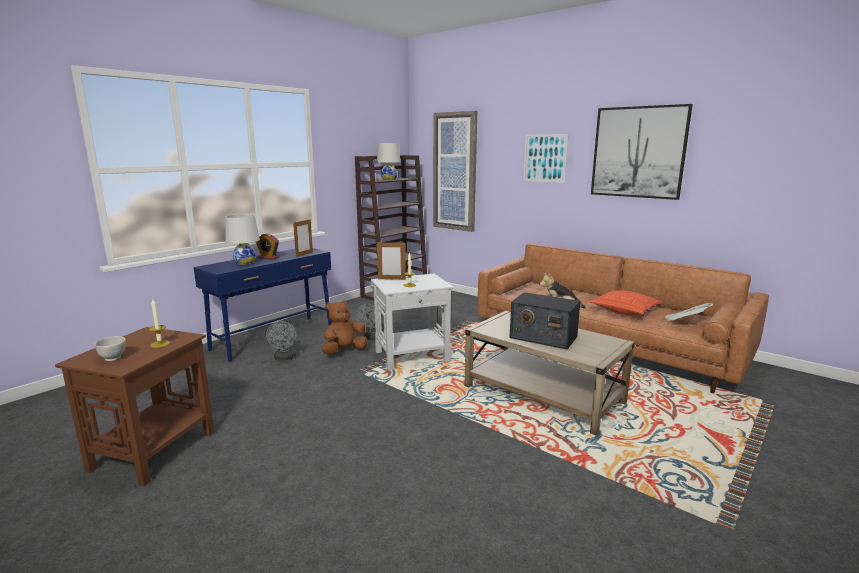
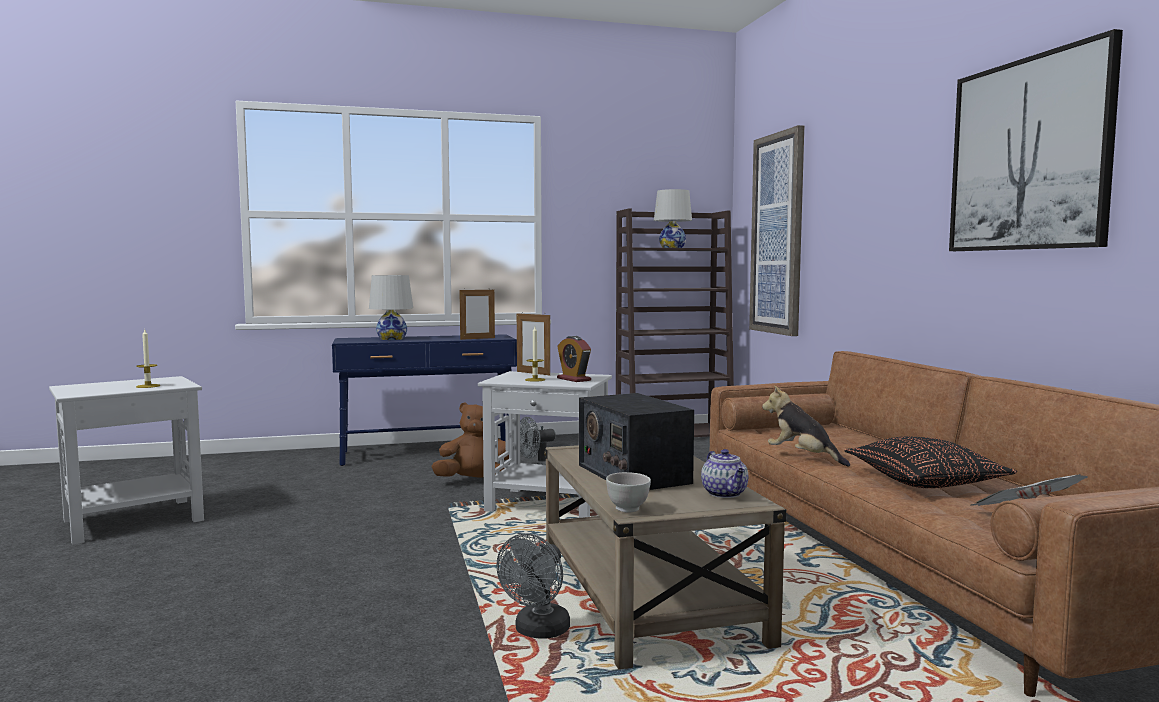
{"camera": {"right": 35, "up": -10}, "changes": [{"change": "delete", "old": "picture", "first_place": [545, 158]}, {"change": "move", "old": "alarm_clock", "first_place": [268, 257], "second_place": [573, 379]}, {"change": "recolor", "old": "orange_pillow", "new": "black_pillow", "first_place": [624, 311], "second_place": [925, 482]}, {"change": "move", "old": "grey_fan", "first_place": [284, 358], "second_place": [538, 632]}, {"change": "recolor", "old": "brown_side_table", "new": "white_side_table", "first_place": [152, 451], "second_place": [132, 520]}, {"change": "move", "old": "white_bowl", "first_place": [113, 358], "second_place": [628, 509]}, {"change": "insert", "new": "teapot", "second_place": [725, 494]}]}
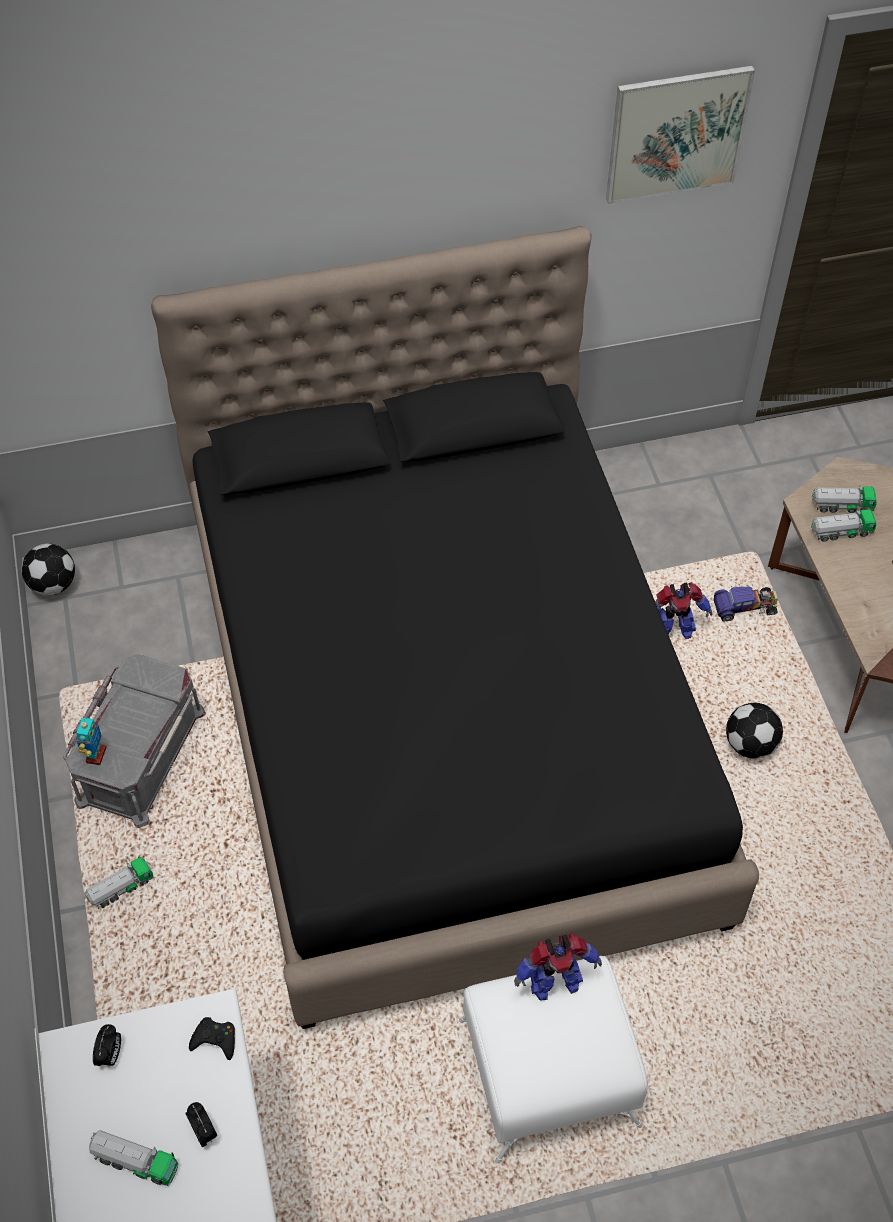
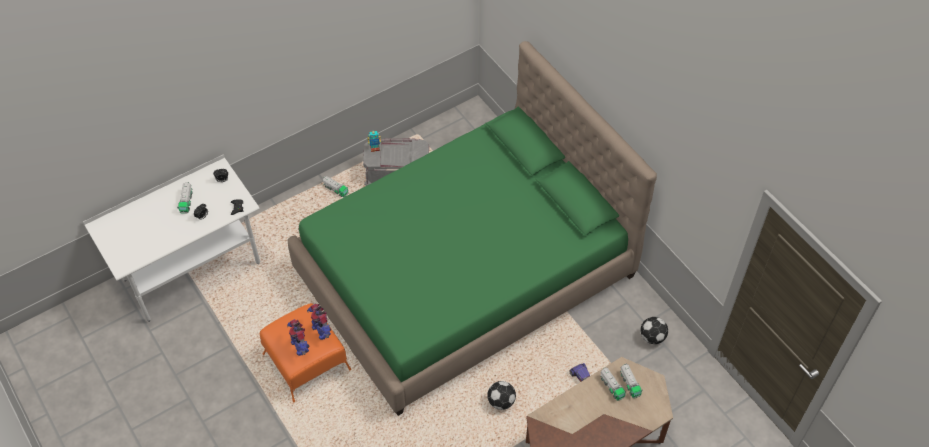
{"camera": {"right": 70, "up": 0}, "changes": [{"change": "delete", "old": "picture", "first_place": [676, 134]}, {"change": "recolor", "old": "black_bed", "new": "green_bed", "first_place": [446, 713], "second_place": [465, 273]}, {"change": "move", "old": "football", "first_place": [54, 584], "second_place": [652, 337]}, {"change": "move", "old": "toy_robot", "first_place": [672, 631], "second_place": [300, 346]}, {"change": "recolor", "old": "white_ottoman", "new": "orange_ottoman", "first_place": [550, 1073], "second_place": [306, 362]}]}
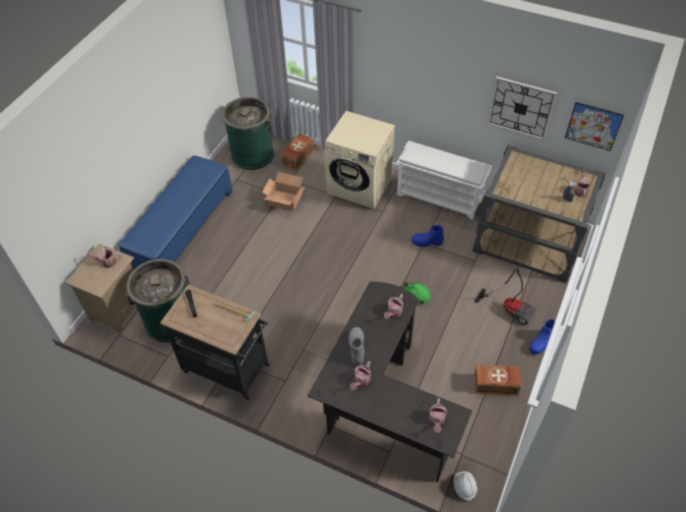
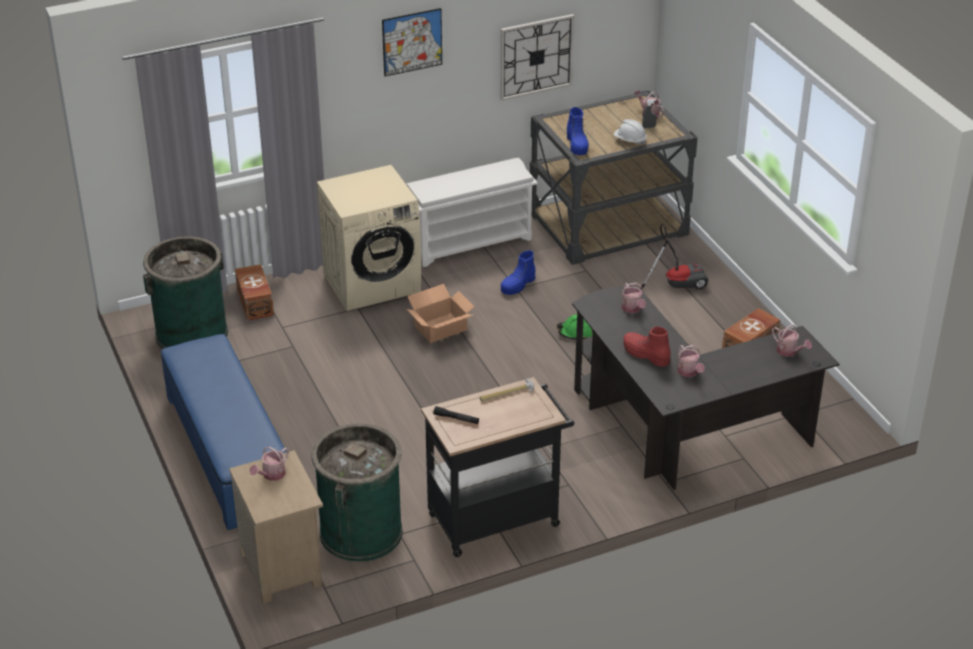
{"camera": {"right": -50, "up": -15}, "changes": [{"change": "move", "old": "picture", "first_place": [593, 126], "second_place": [412, 42]}, {"change": "move", "old": "cardboard_box", "first_place": [284, 200], "second_place": [440, 327]}, {"change": "move", "old": "blue_boot", "first_place": [540, 343], "second_place": [577, 145]}, {"change": "recolor", "old": "grey_boot", "new": "red_boot", "first_place": [356, 348], "second_place": [645, 354]}, {"change": "move", "old": "white_hard_hat", "first_place": [464, 487], "second_place": [629, 141]}]}
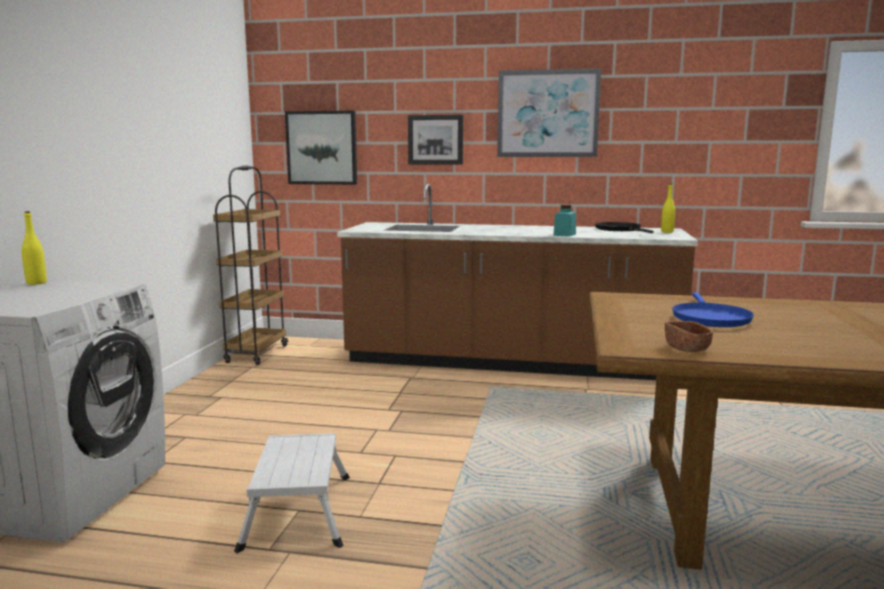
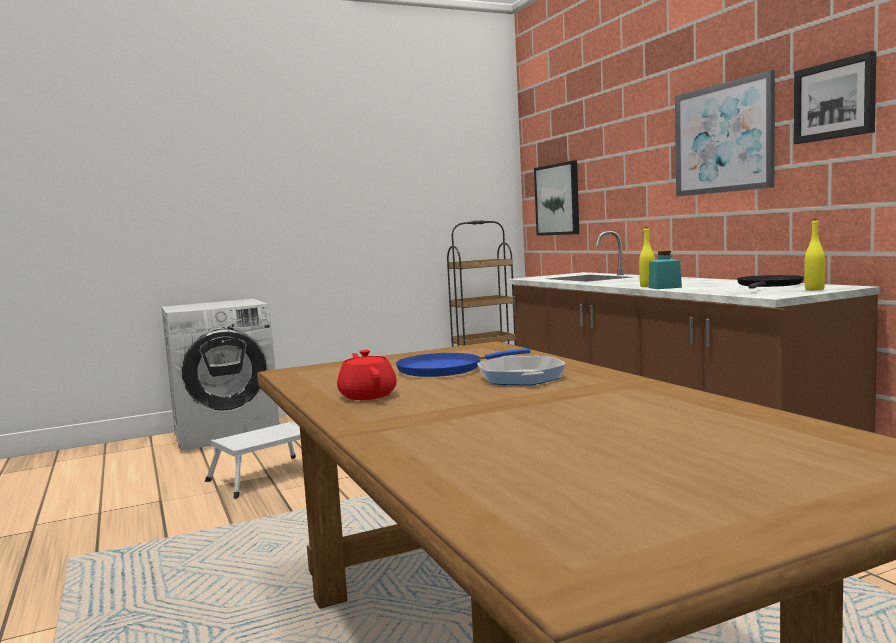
{"camera": {"right": 55, "up": -5}, "changes": [{"change": "move", "old": "picture", "first_place": [435, 140], "second_place": [834, 100]}, {"change": "move", "old": "yellow_bottle", "first_place": [36, 283], "second_place": [647, 286]}, {"change": "delete", "old": "brown_bowl", "first_place": [686, 348]}, {"change": "insert", "new": "red_teapot", "second_place": [367, 395]}, {"change": "insert", "new": "frying_pan", "second_place": [521, 377]}]}
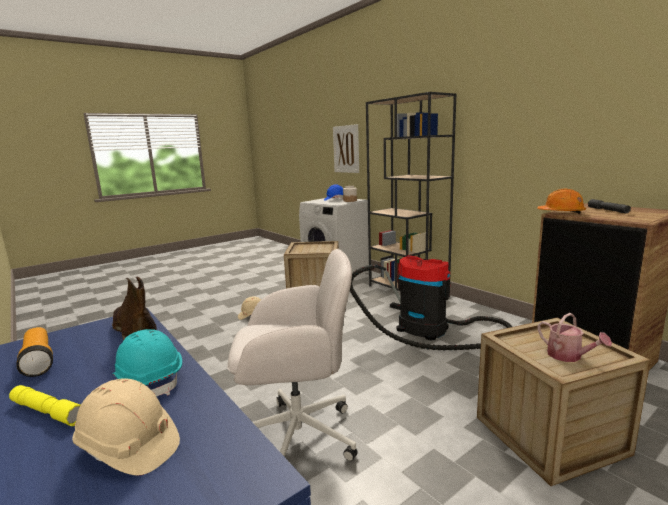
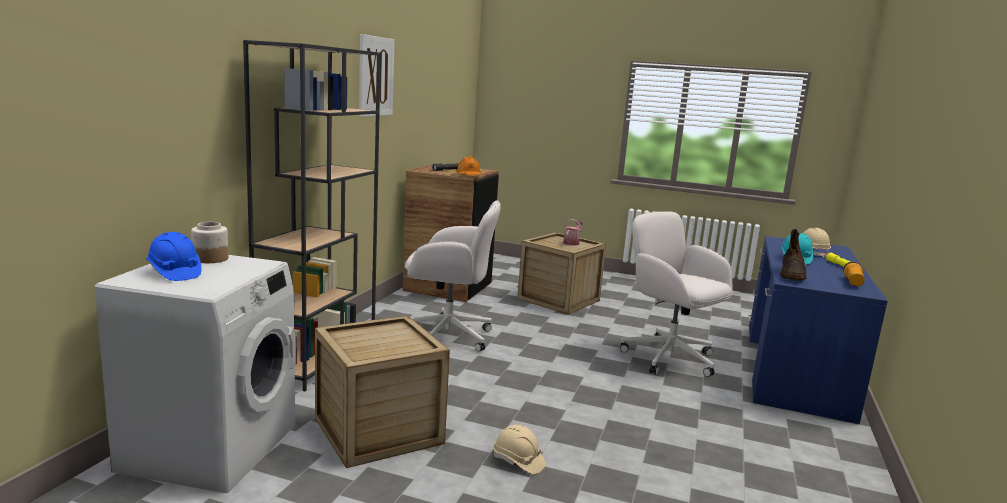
{"camera": {"right": -125, "up": 0}, "changes": [{"change": "move", "old": "picture", "first_place": [346, 149], "second_place": [376, 76]}, {"change": "replace", "old": "vacuum_cleaner", "new": "white_office_chair", "first_place": [428, 330], "second_place": [447, 336]}]}
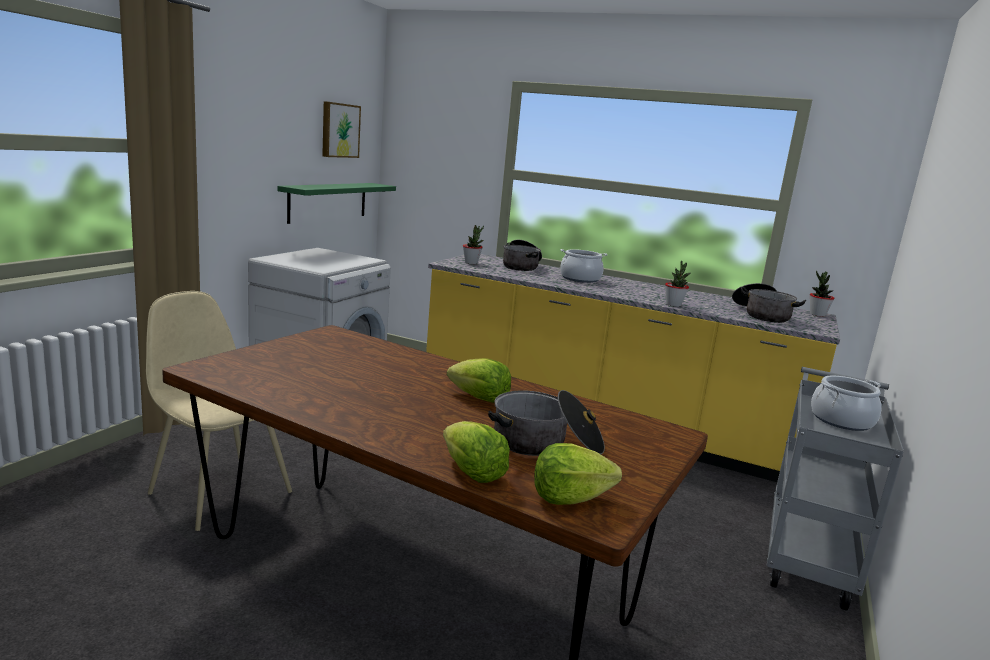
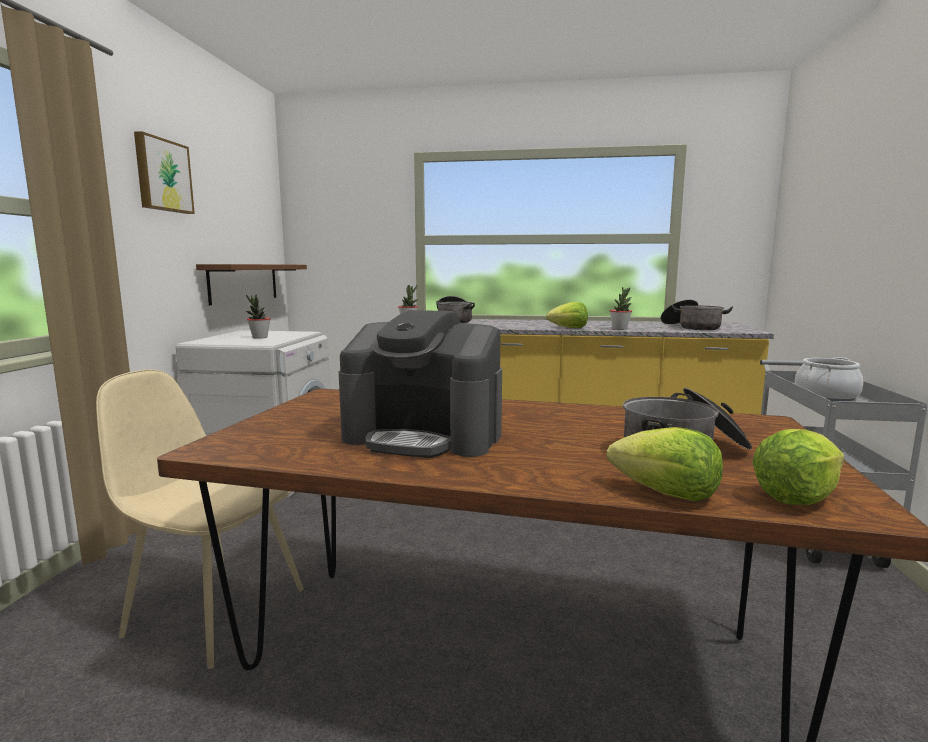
{"camera": {"right": -15, "up": -5}, "changes": [{"change": "move", "old": "picture", "first_place": [339, 130], "second_place": [162, 175]}, {"change": "recolor", "old": "green_shelf", "new": "brown_shelf", "first_place": [328, 201], "second_place": [244, 282]}, {"change": "delete", "old": "cooking_pot", "first_place": [580, 279]}, {"change": "move", "old": "potted_plant", "first_place": [817, 315], "second_place": [260, 337]}, {"change": "move", "old": "lettuce", "first_place": [479, 398], "second_place": [569, 328]}, {"change": "insert", "new": "coffee_machine", "second_place": [424, 435]}]}
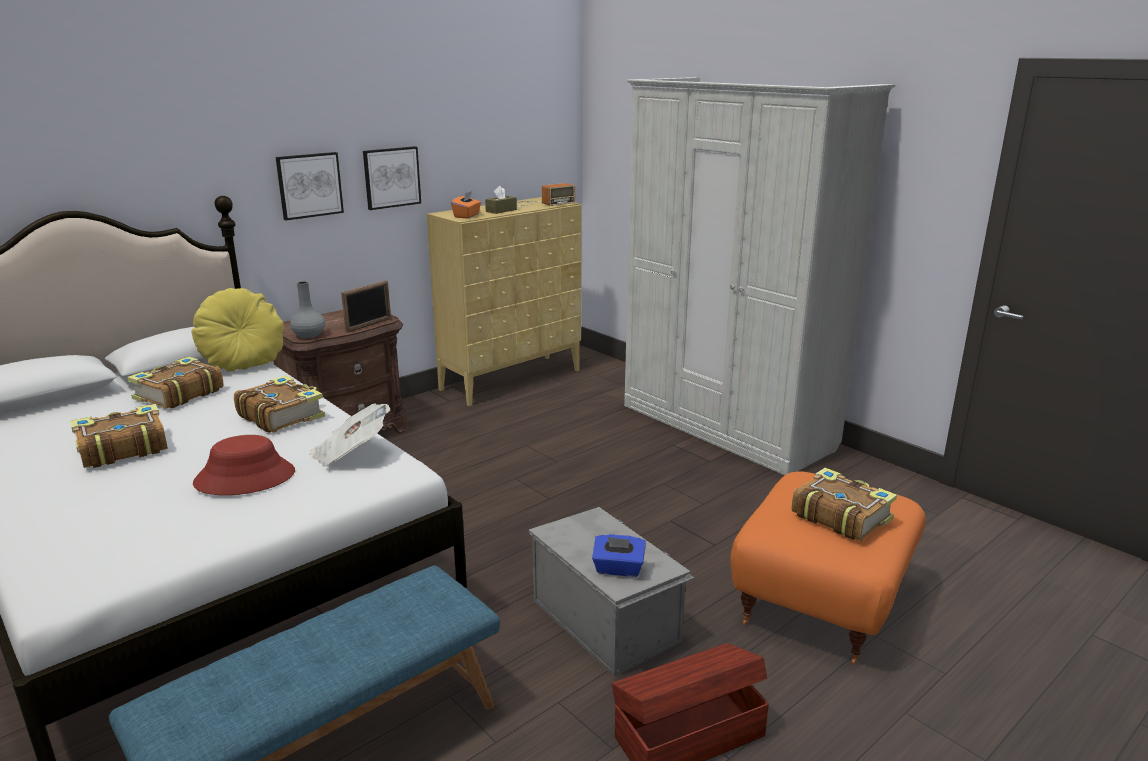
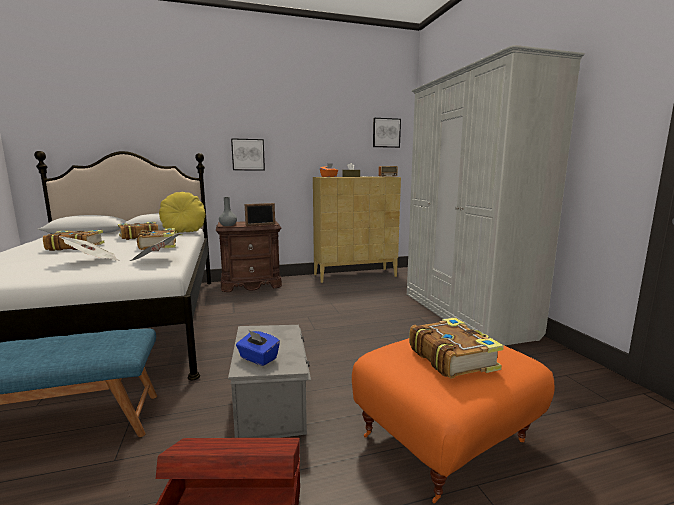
{"camera": {"right": 25, "up": -10}, "changes": [{"change": "move", "old": "picture", "first_place": [391, 177], "second_place": [386, 133]}, {"change": "replace", "old": "red_hat", "new": "newspaper", "first_place": [245, 478], "second_place": [93, 261]}]}
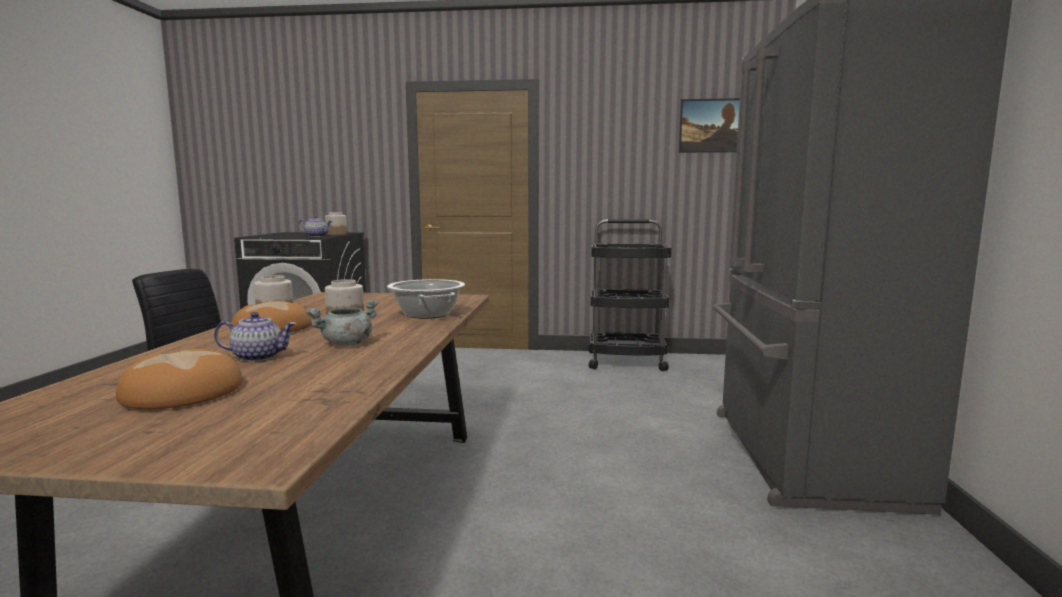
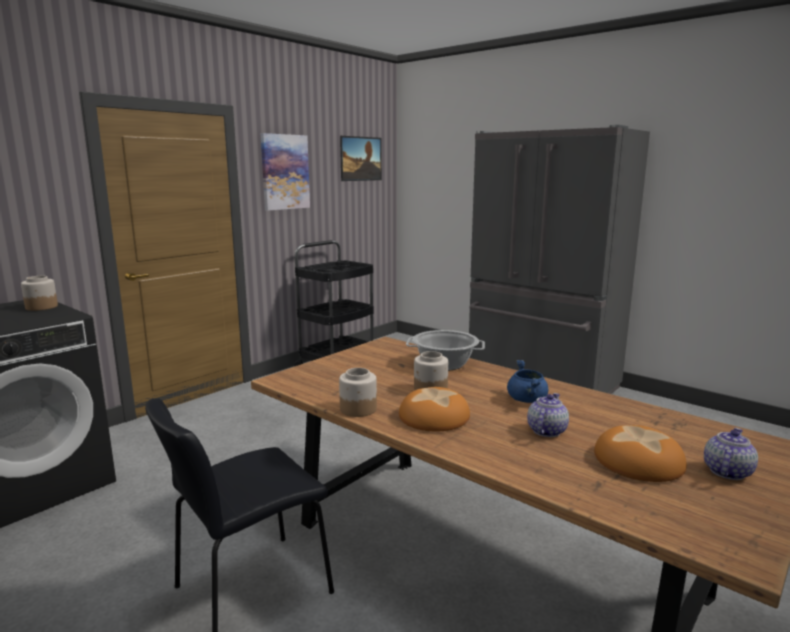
{"camera": {"right": -55, "up": 5}, "changes": [{"change": "move", "old": "teapot", "first_place": [316, 236], "second_place": [726, 471]}, {"change": "recolor", "old": "grey_cooking_pot", "new": "blue_cooking_pot", "first_place": [346, 344], "second_place": [527, 400]}, {"change": "insert", "new": "picture", "second_place": [285, 172]}]}
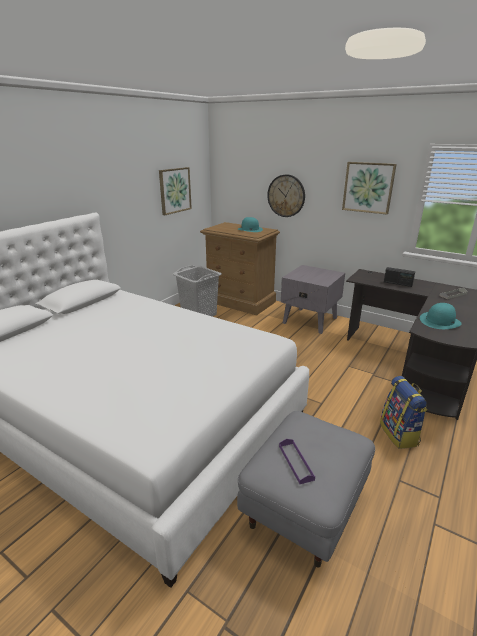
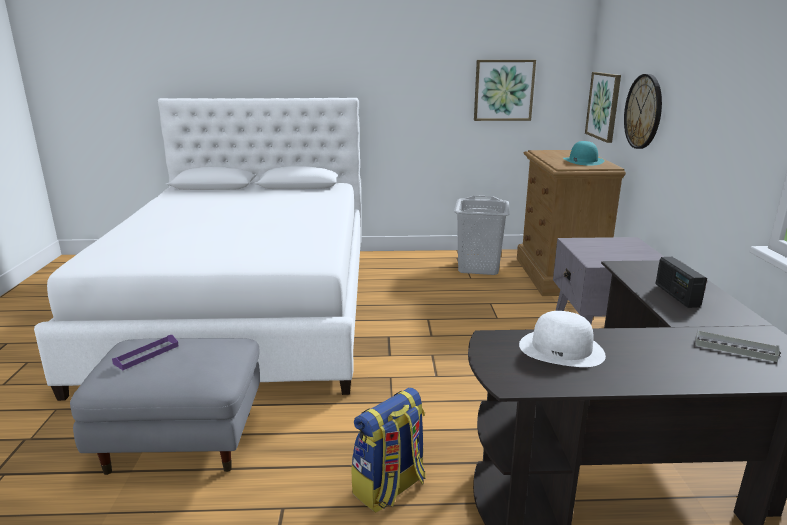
{"camera": {"right": 55, "up": -5}, "changes": [{"change": "move", "old": "picture", "first_place": [368, 187], "second_place": [604, 106]}, {"change": "recolor", "old": "turquoise_hat", "new": "white_hat", "first_place": [440, 321], "second_place": [561, 349]}]}
